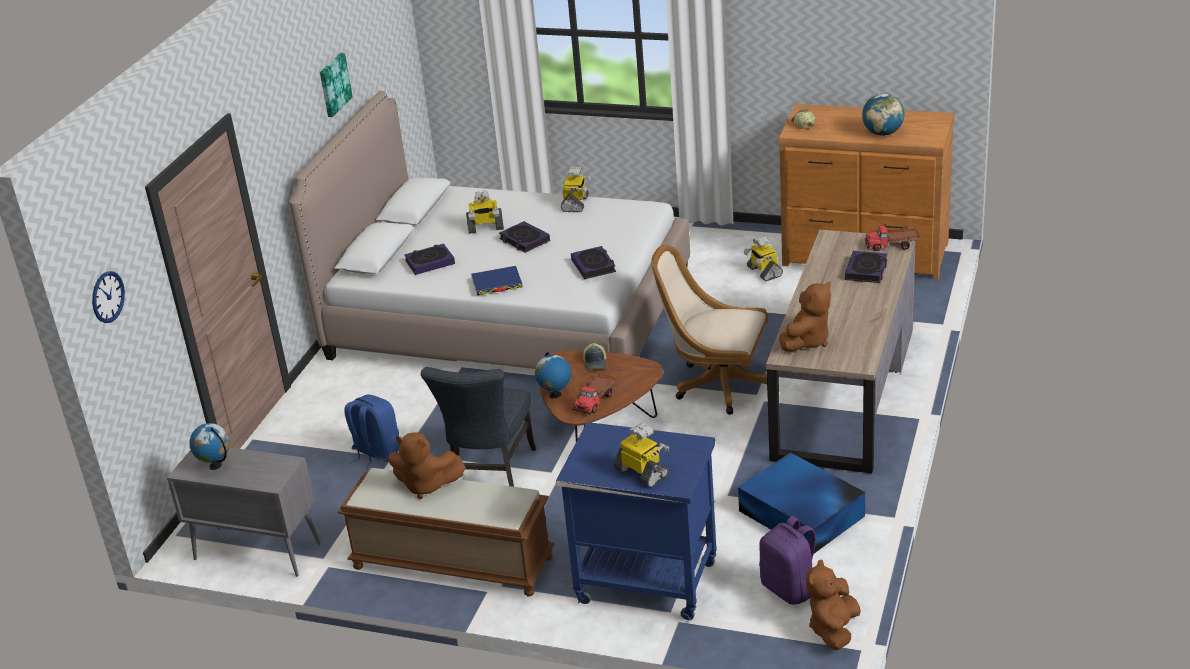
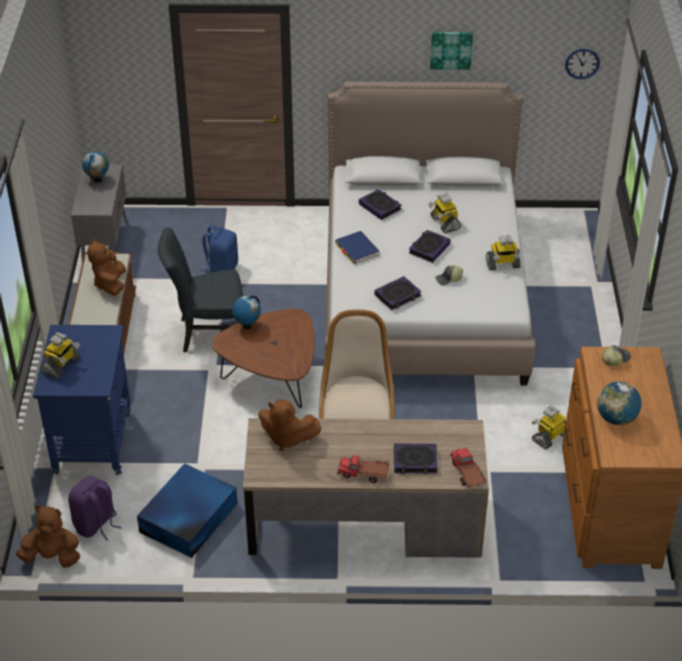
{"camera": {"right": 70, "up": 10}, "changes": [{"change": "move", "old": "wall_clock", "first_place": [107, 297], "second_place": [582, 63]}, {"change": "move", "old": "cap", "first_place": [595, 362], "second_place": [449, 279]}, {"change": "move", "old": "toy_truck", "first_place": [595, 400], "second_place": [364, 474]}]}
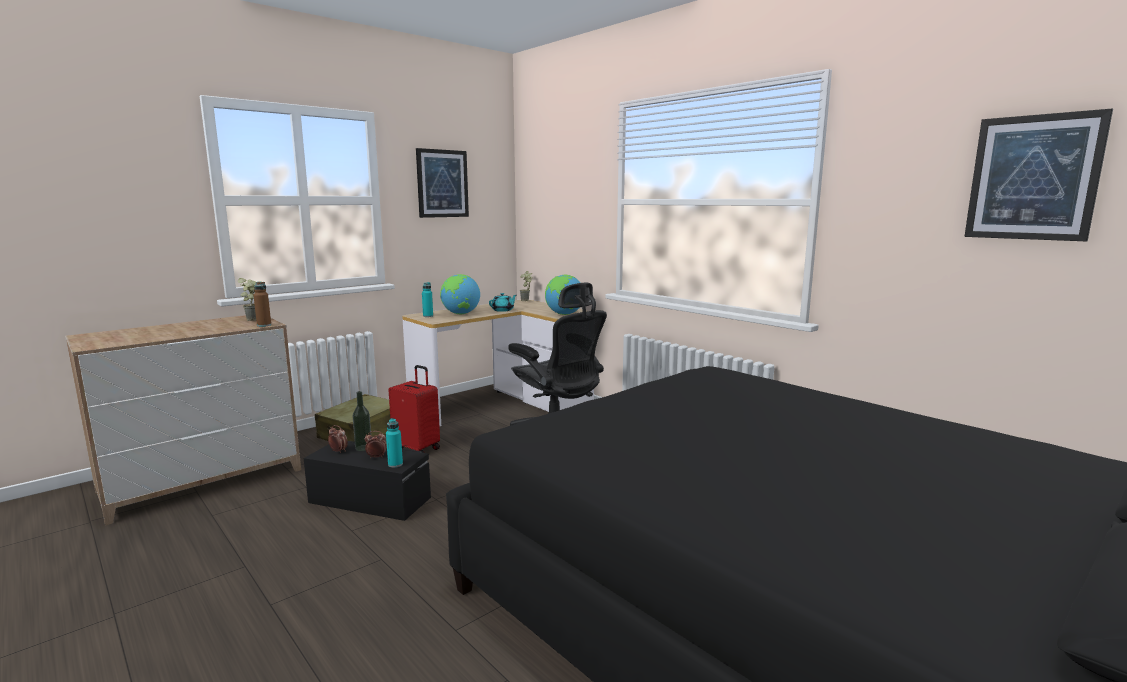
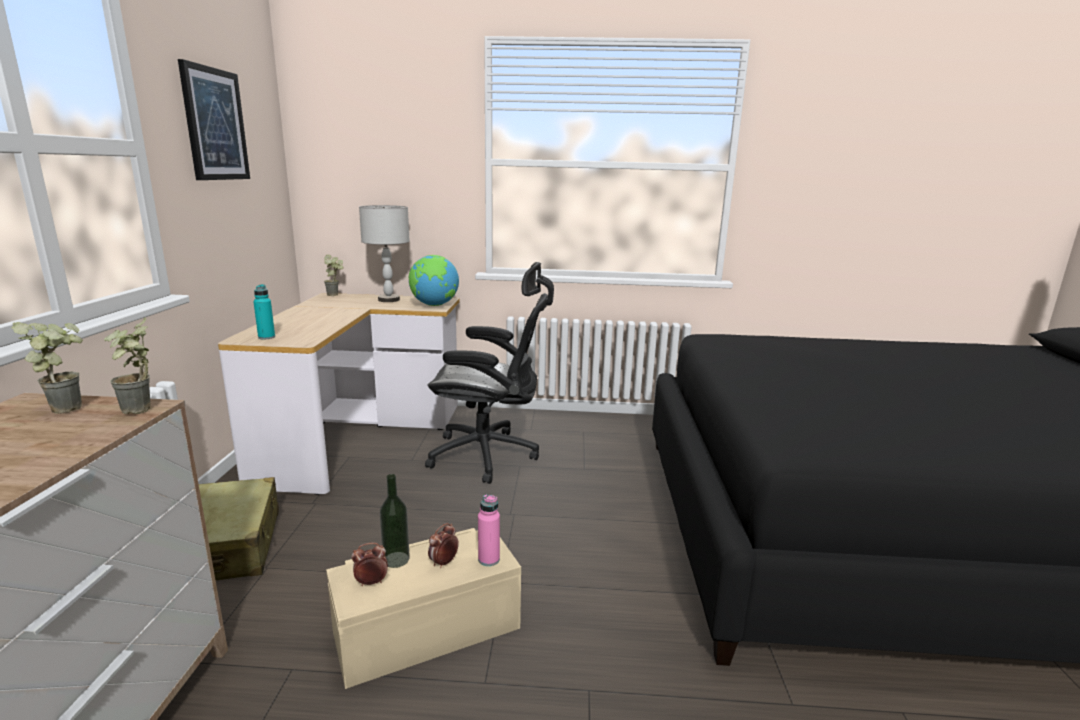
{"camera": {"right": -45, "up": 5}, "changes": [{"change": "delete", "old": "picture", "first_place": [1033, 178]}, {"change": "delete", "old": "globe", "first_place": [460, 314]}, {"change": "replace", "old": "brown_bottle", "new": "potted_plant", "first_place": [264, 325], "second_place": [140, 412]}, {"change": "delete", "old": "turquoise_teapot", "first_place": [503, 310]}, {"change": "delete", "old": "red_suitcase", "first_place": [418, 448]}, {"change": "recolor", "old": "turquoise_bottle", "new": "pink_bottle", "first_place": [395, 464], "second_place": [489, 559]}, {"change": "recolor", "old": "black_storage_box", "new": "beige_storage_box", "first_place": [370, 499], "second_place": [426, 628]}, {"change": "insert", "new": "grey_table_lamp", "second_place": [388, 300]}]}
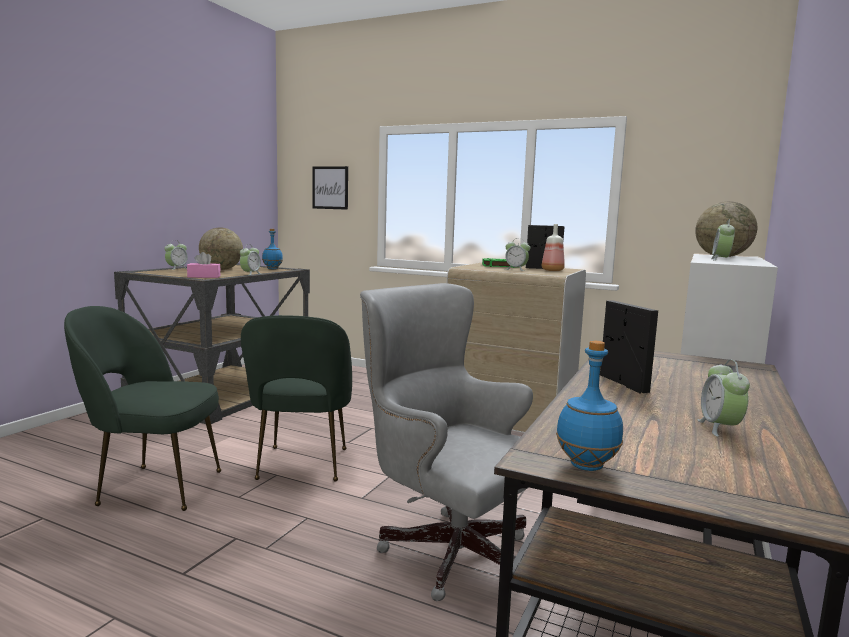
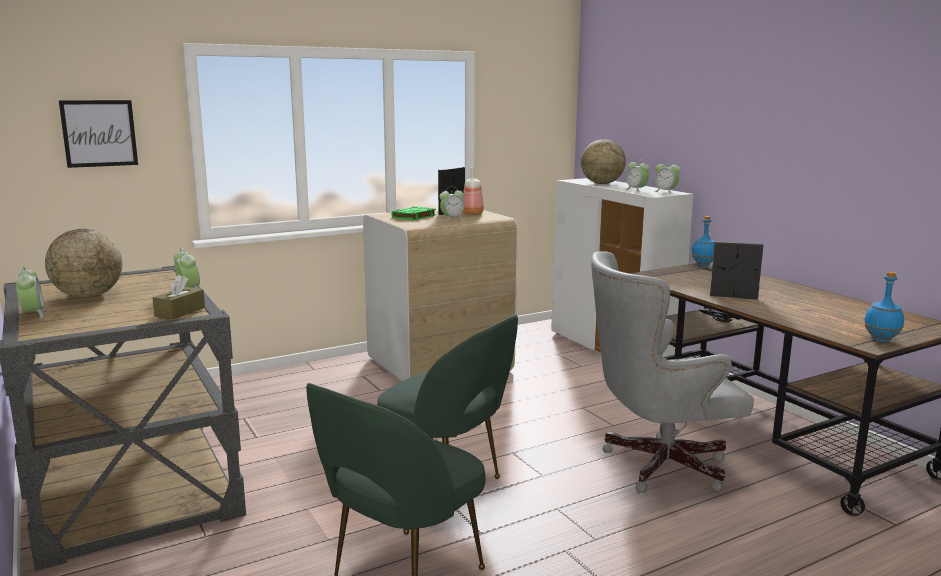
{"camera": {"right": -55, "up": 5}, "changes": [{"change": "move", "old": "blue_bottle", "first_place": [272, 269], "second_place": [702, 265]}, {"change": "recolor", "old": "pink_tissue_box", "new": "brown_tissue_box", "first_place": [204, 276], "second_place": [180, 312]}, {"change": "move", "old": "alarm_clock", "first_place": [720, 428], "second_place": [665, 192]}]}
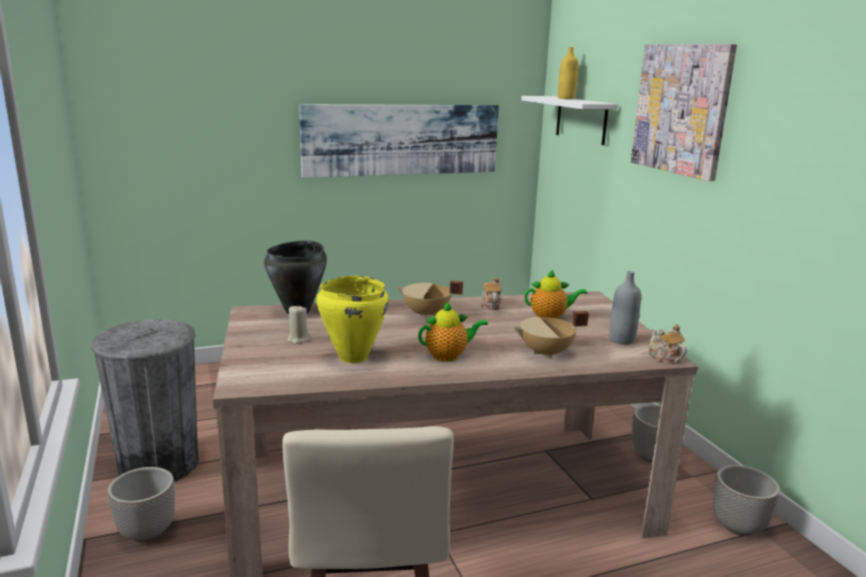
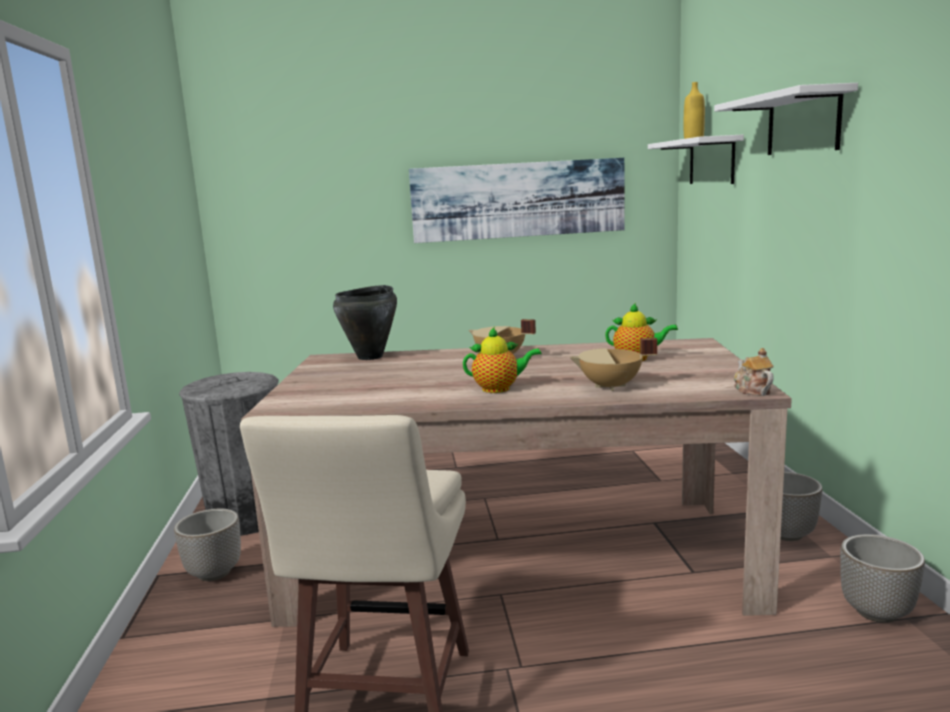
{"camera": {"right": 15, "up": -5}, "changes": [{"change": "replace", "old": "picture", "new": "white_shelf", "first_place": [681, 109], "second_place": [803, 123]}, {"change": "delete", "old": "grey_bottle", "first_place": [621, 340]}, {"change": "delete", "old": "yellow_cooking_pot", "first_place": [352, 357]}, {"change": "delete", "old": "teapot", "first_place": [490, 305]}, {"change": "delete", "old": "beige_candle", "first_place": [298, 339]}]}
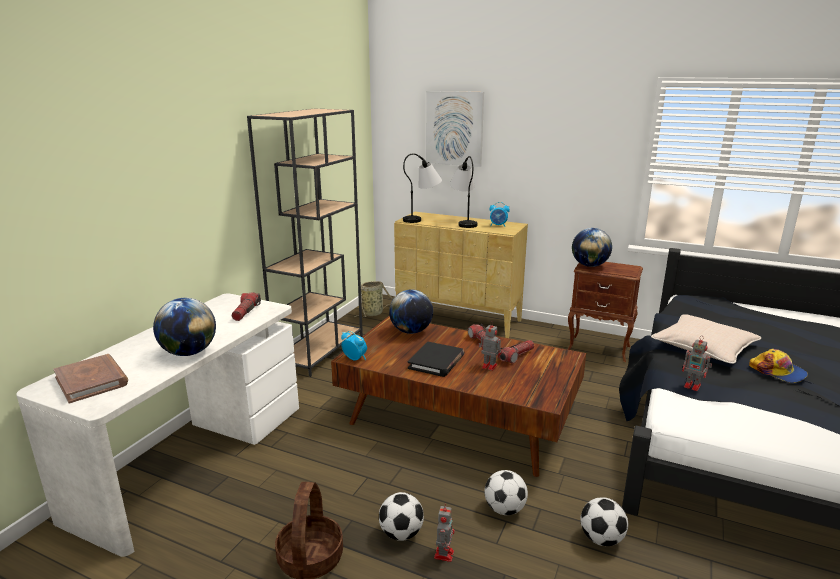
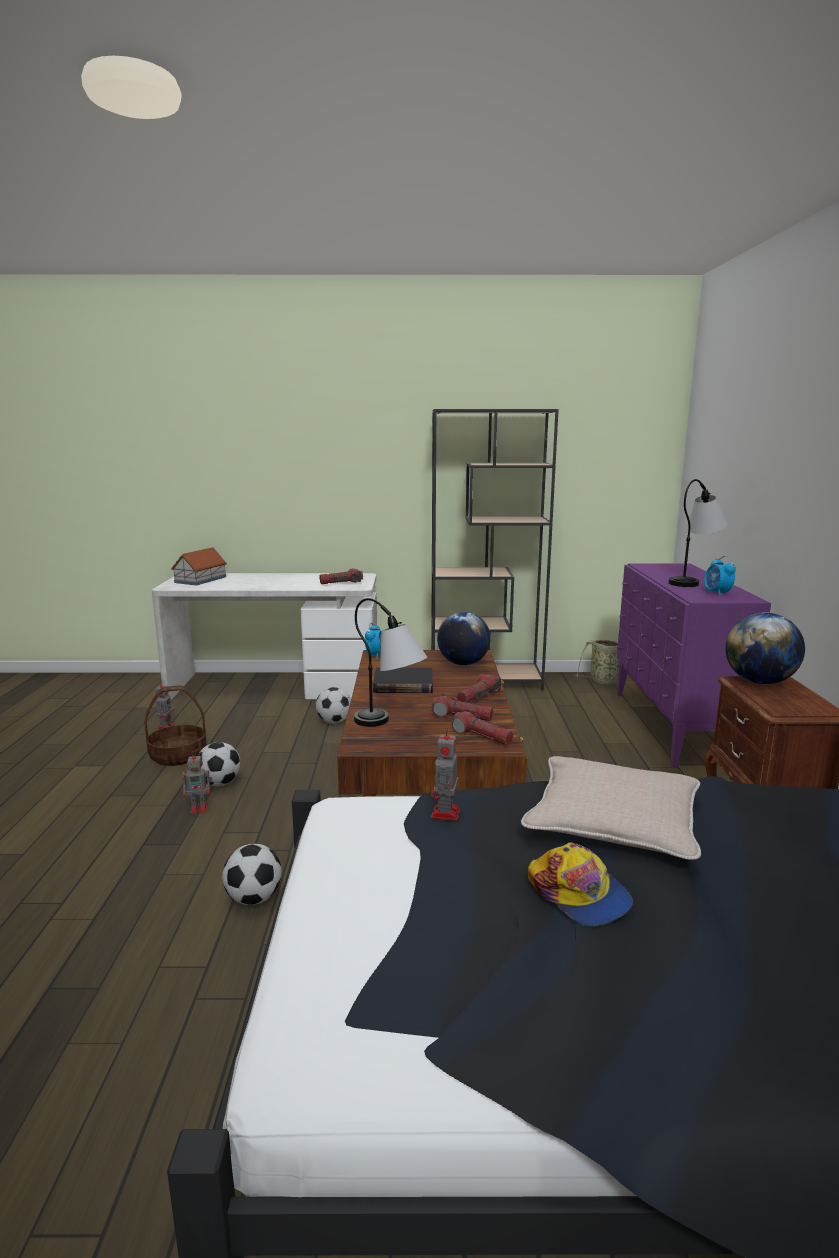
{"camera": {"right": 65, "up": -5}, "changes": [{"change": "delete", "old": "picture", "first_place": [454, 128]}, {"change": "move", "old": "table_lamp", "first_place": [423, 219], "second_place": [390, 725]}, {"change": "recolor", "old": "beige_dresser", "new": "purple_dresser", "first_place": [458, 319], "second_place": [671, 727]}, {"change": "delete", "old": "globe", "first_place": [189, 352]}, {"change": "move", "old": "toy_robot", "first_place": [488, 366], "second_place": [166, 727]}, {"change": "rotate", "old": "cap", "first_place": [778, 372], "second_place": [579, 894], "degrees": -60}, {"change": "replace", "old": "brown_book", "new": "toy_house", "first_place": [92, 381], "second_place": [200, 580]}, {"change": "move", "old": "football", "first_place": [504, 509], "second_place": [334, 721]}, {"change": "insert", "new": "flashlight", "second_place": [482, 737]}]}
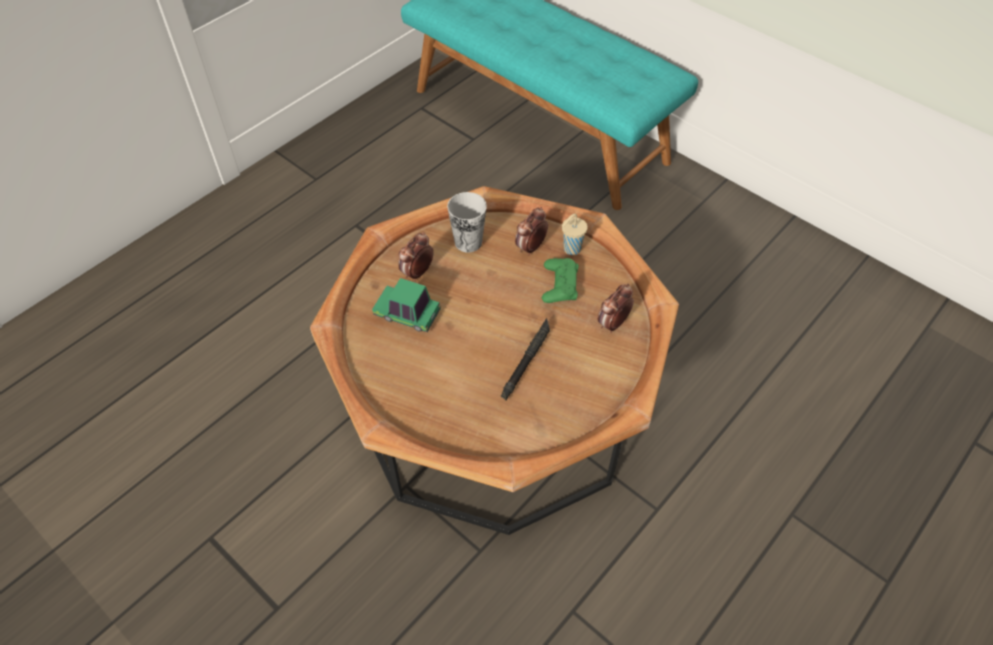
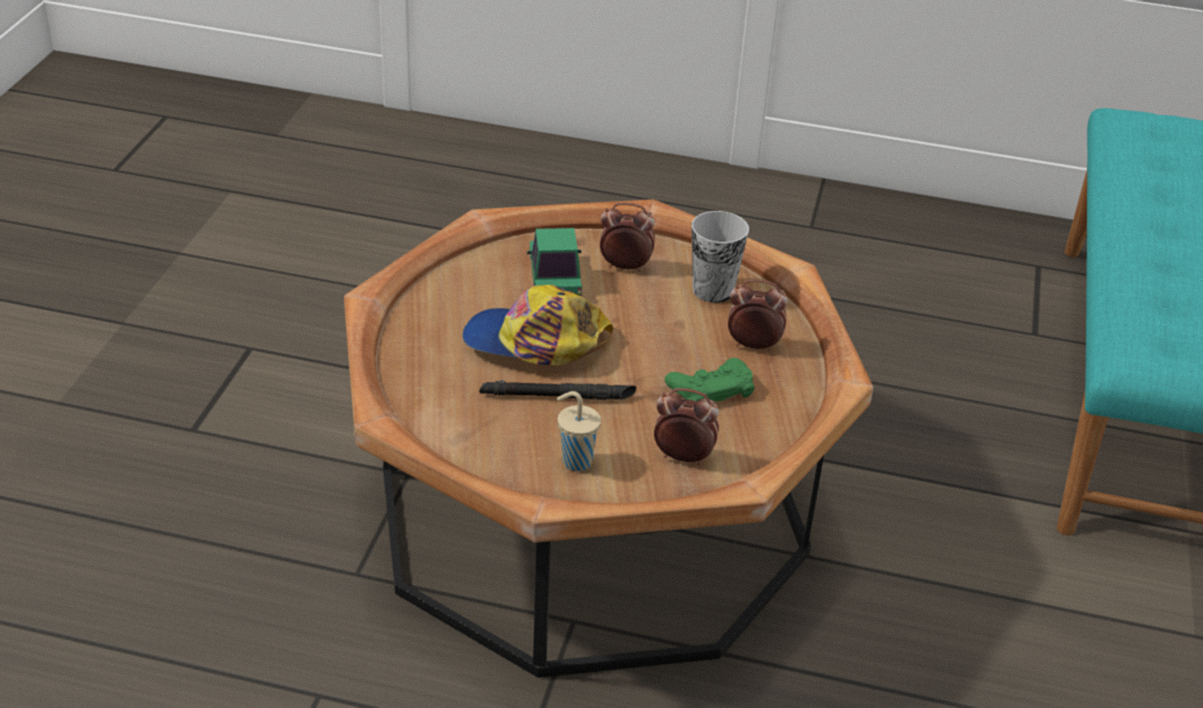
{"camera": {"right": 60, "up": -15}, "changes": [{"change": "move", "old": "beige_cup", "first_place": [571, 249], "second_place": [575, 461]}, {"change": "insert", "new": "cap", "second_place": [535, 343]}]}
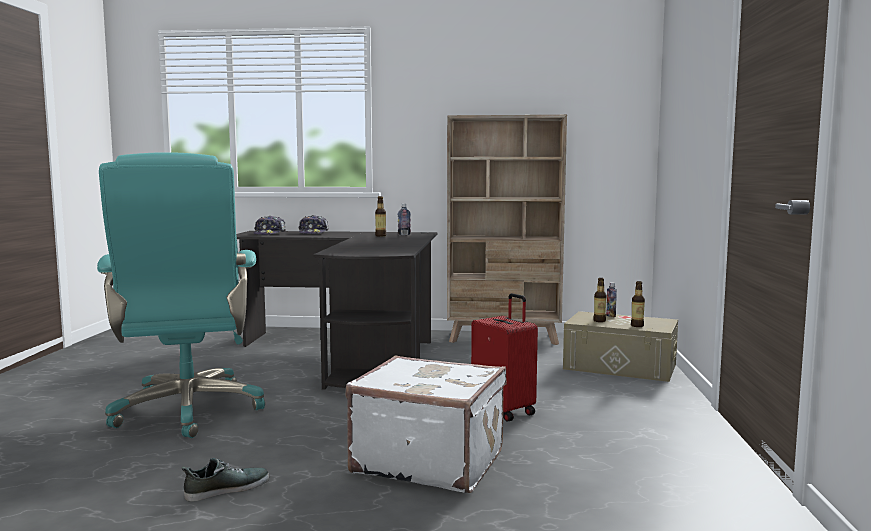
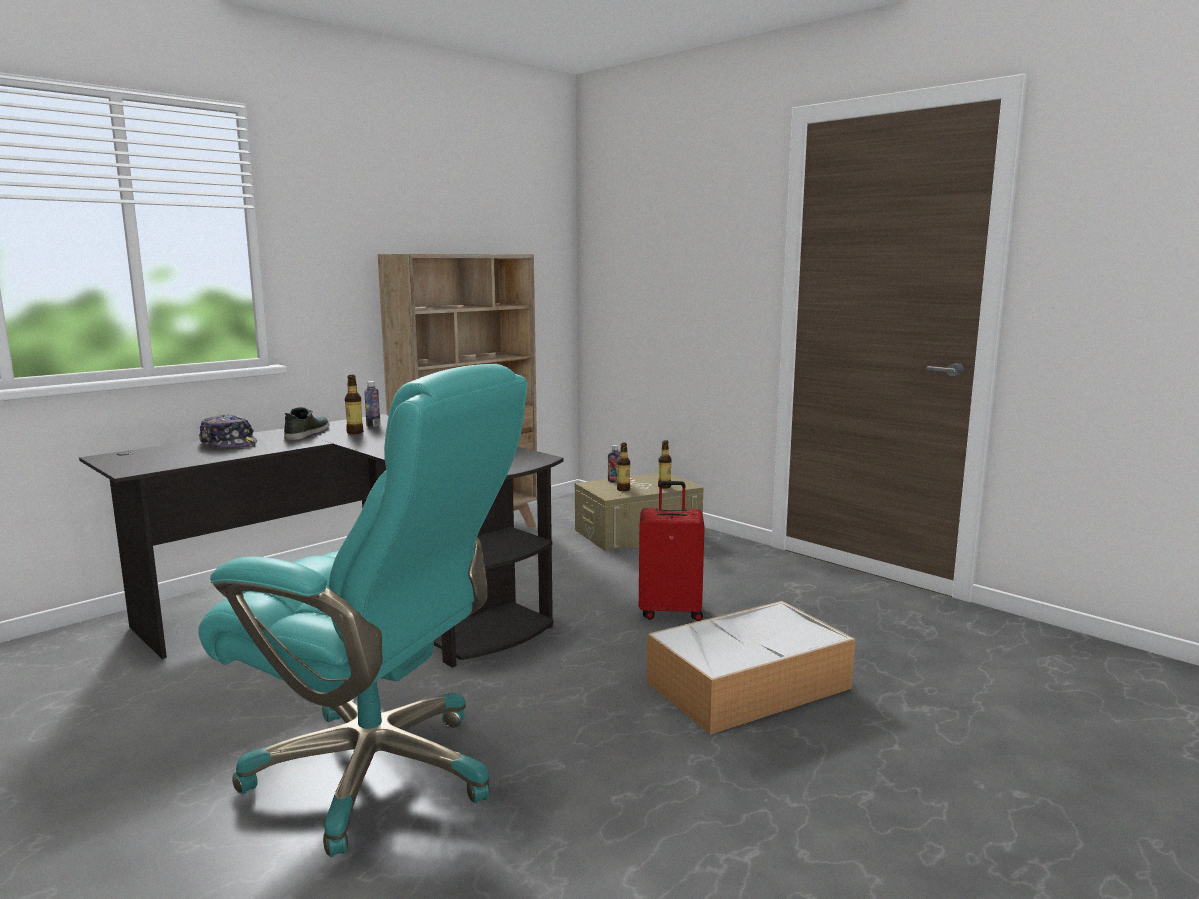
{"camera": {"right": -50, "up": 5}, "changes": [{"change": "delete", "old": "cap", "first_place": [270, 234]}, {"change": "replace", "old": "white_suitcase", "new": "storage_box", "first_place": [429, 461], "second_place": [746, 686]}, {"change": "move", "old": "shoe", "first_place": [227, 489], "second_place": [306, 433]}]}
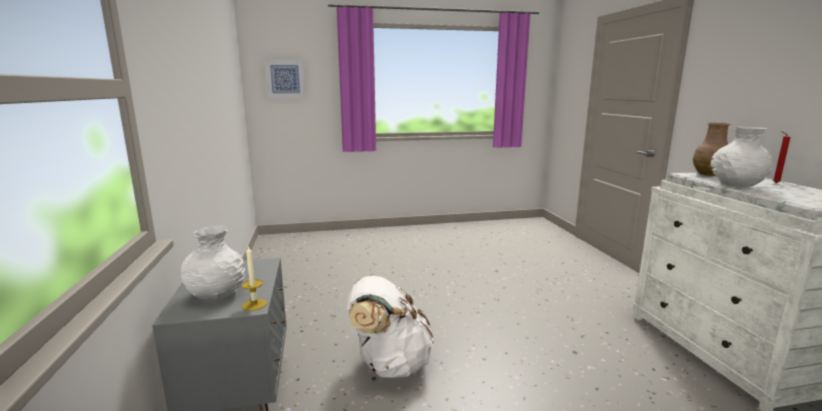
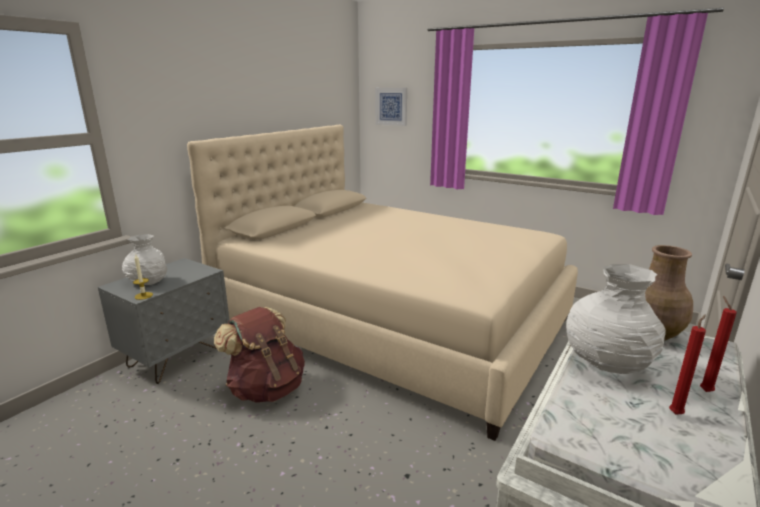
{"camera": {"right": 45, "up": 5}, "changes": [{"change": "recolor", "old": "white_backpack", "new": "brown_backpack", "first_place": [389, 364], "second_place": [266, 388]}, {"change": "insert", "new": "beige_bed", "second_place": [391, 321]}, {"change": "insert", "new": "red_candle", "second_place": [676, 413]}]}
